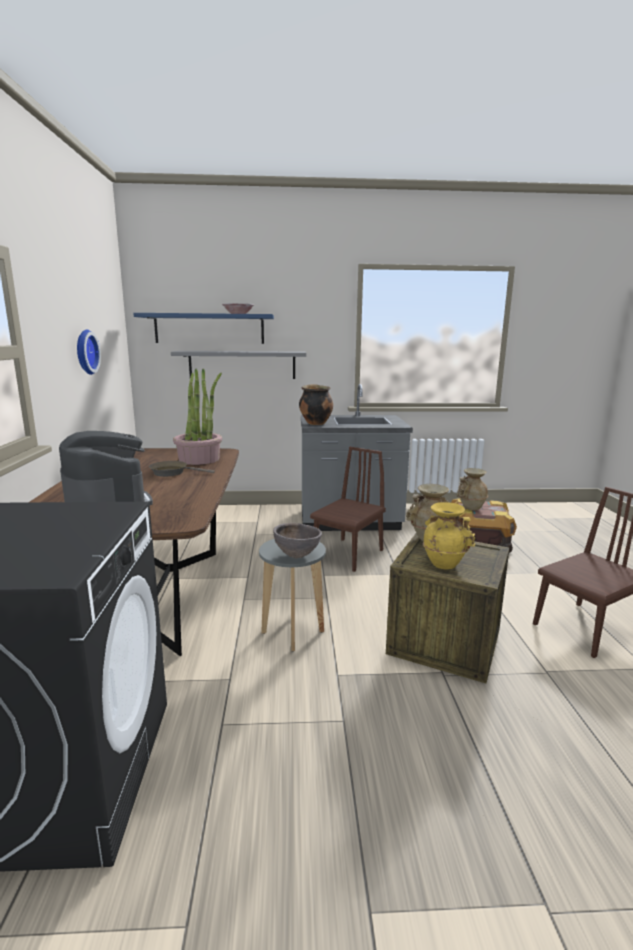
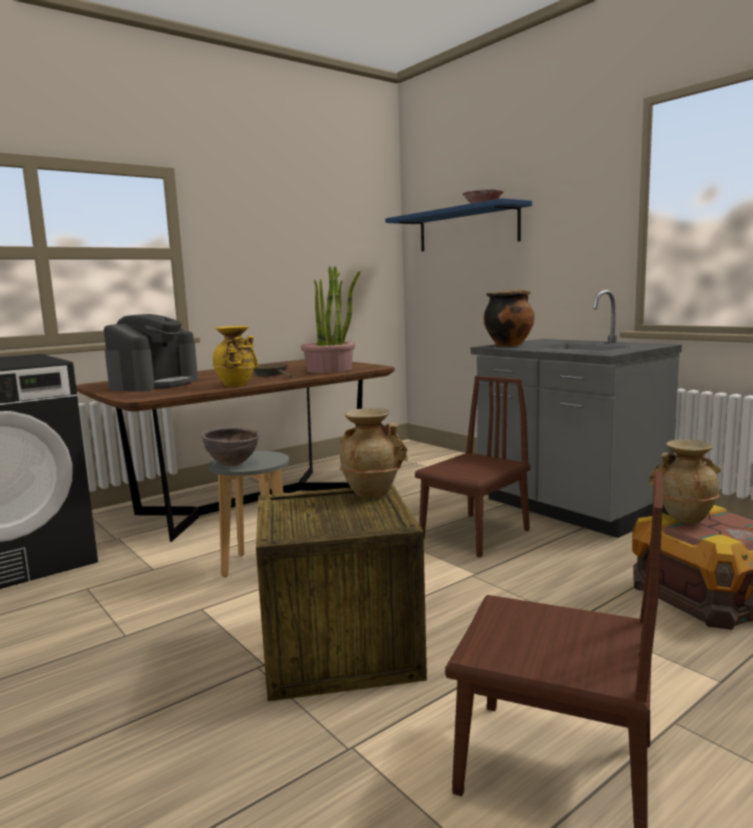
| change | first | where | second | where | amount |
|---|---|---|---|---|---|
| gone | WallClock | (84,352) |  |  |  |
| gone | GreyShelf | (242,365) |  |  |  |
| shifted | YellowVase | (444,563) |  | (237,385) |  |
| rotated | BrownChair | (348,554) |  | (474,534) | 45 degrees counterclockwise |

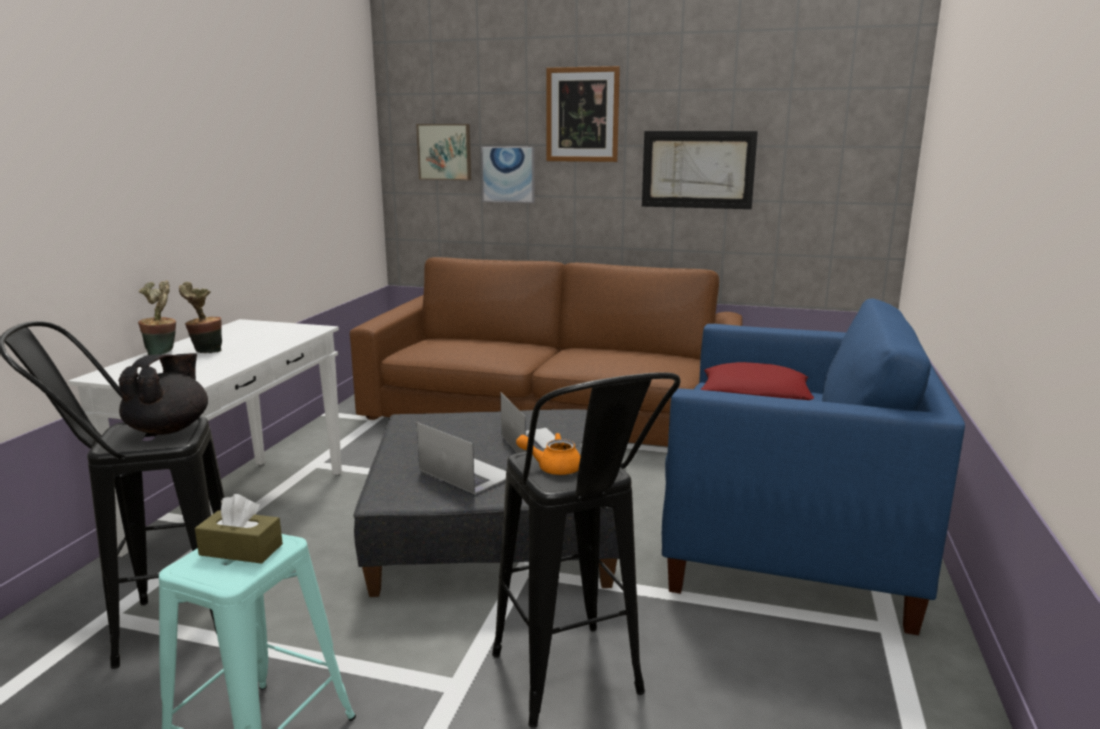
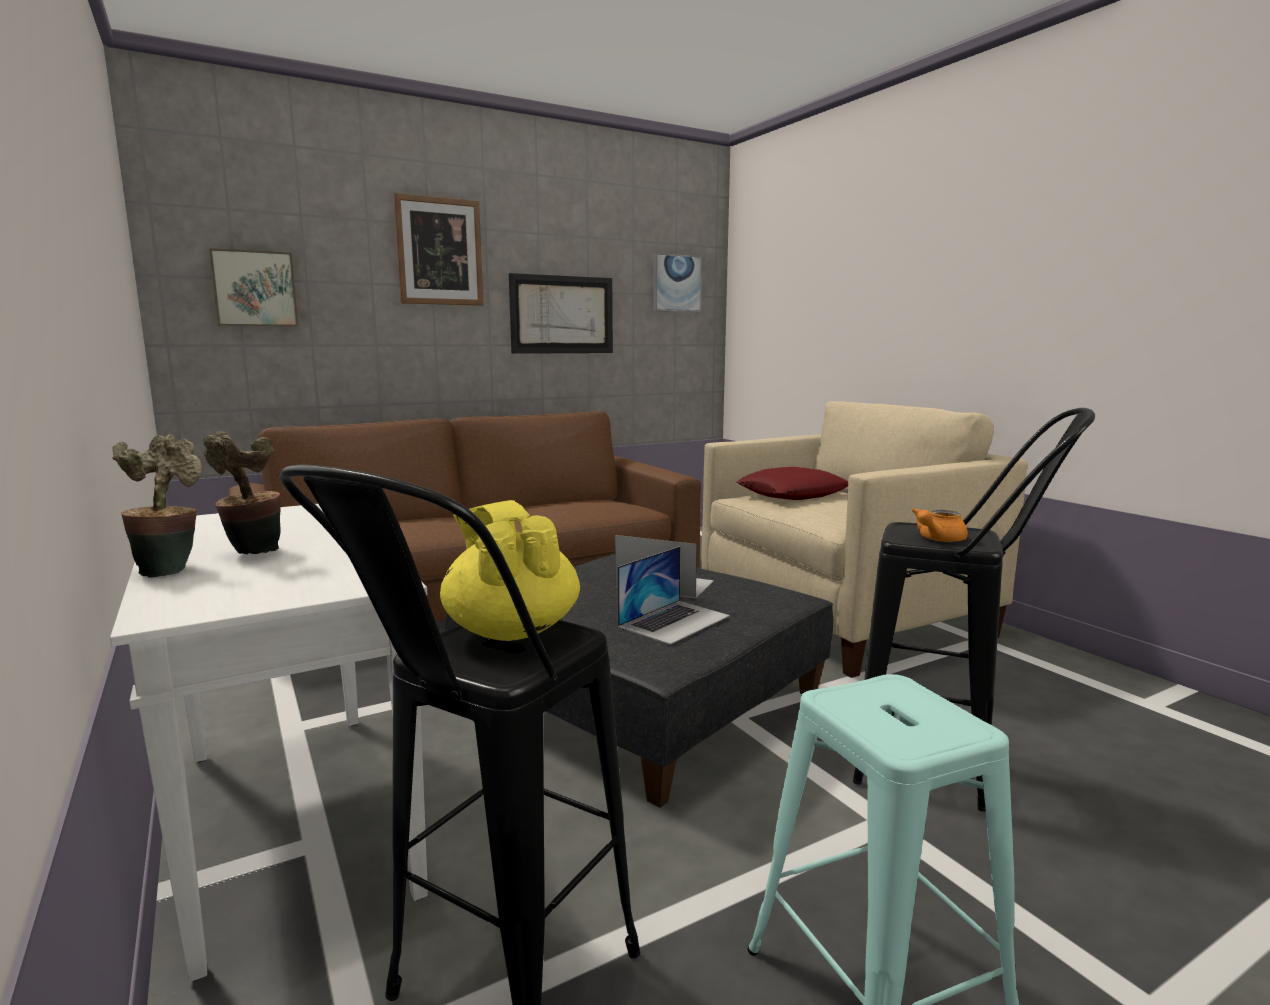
| change | first | where | second | where | amount |
|---|---|---|---|---|---|
| gone | BrownTissueBox | (241,550) |  |  |  |
| shifted | Picture | (508,174) |  | (676,283) |  |
| repainted | BlackTeapot | (169,429) | YellowTeapot | (511,630) |  |
| repainted | BlueArmchair | (787,543) | BeigeArmchair | (842,617) |  |
| rotated | Laptop | (465,472) |  | (674,621) | 135 degrees clockwise |

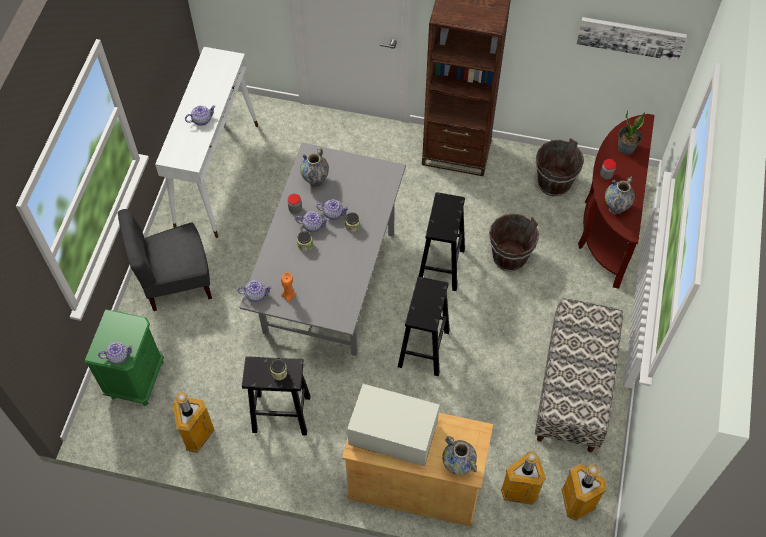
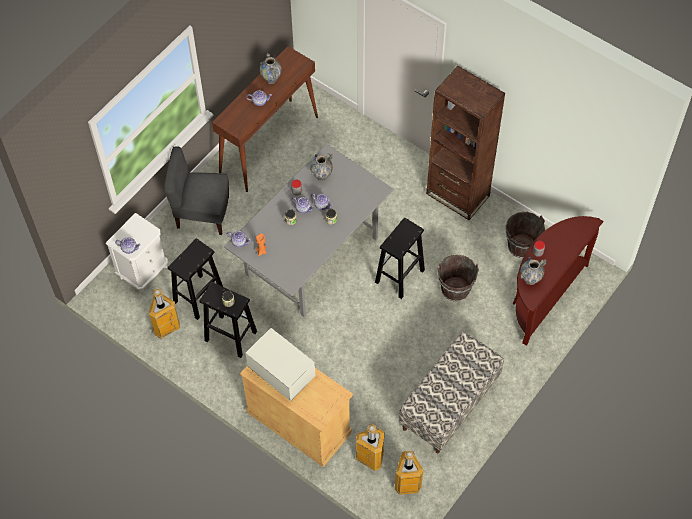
| change | first | where | second | where | amount |
|---|---|---|---|---|---|
| gone | Picture | (630,37) |  |  |  |
| gone | PottedPlant | (626,148) |  |  |  |
| shifted | BlackStool | (423,349) |  | (198,297) |  |
| shifted | Vase | (458,466) |  | (271,79) |  |
| repainted | GreenNightstand | (136,378) | WhiteNightstand | (143,271) |  |
| repainted | WhiteConsoleTable | (217,175) | BrownConsoleTable | (269,144) |  |

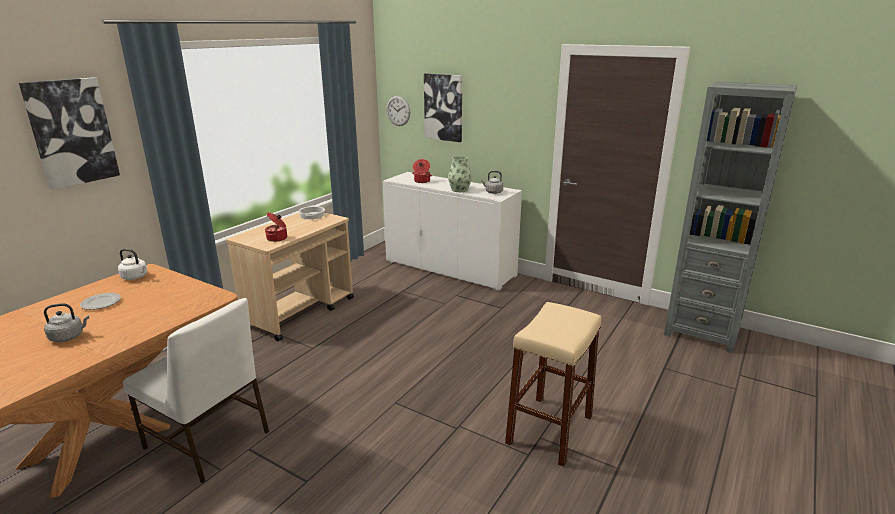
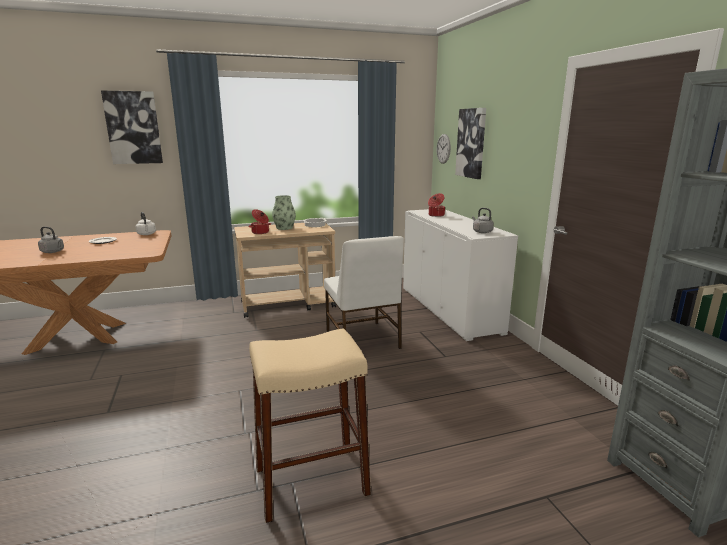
| change | first | where | second | where | amount |
|---|---|---|---|---|---|
| shifted | WhiteChair | (208,441) |  | (362,340) |  |
| shifted | Vase | (459,190) |  | (284,228) |  |

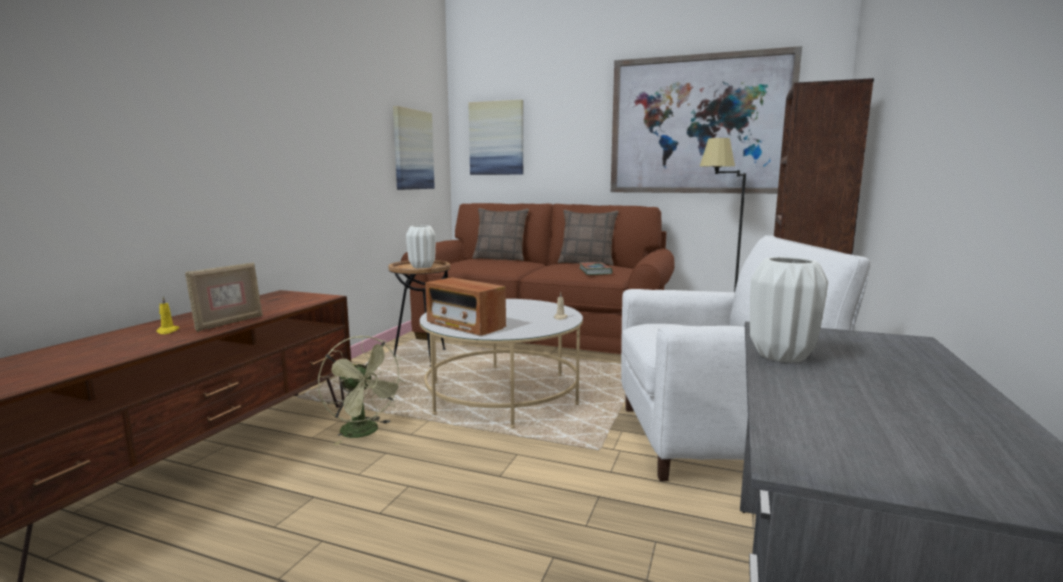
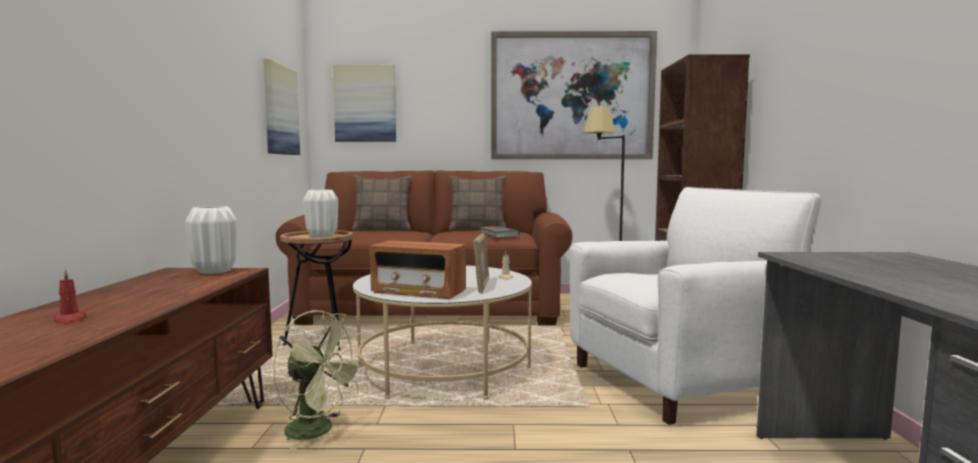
| change | first | where | second | where | amount |
|---|---|---|---|---|---|
| shifted | PictureFrame | (229,323) |  | (481,286) |  |
| shifted | WhiteVase | (782,356) |  | (215,271) |  |
| repainted | YellowCandle | (167,331) | RedCandle | (70,320) |  |

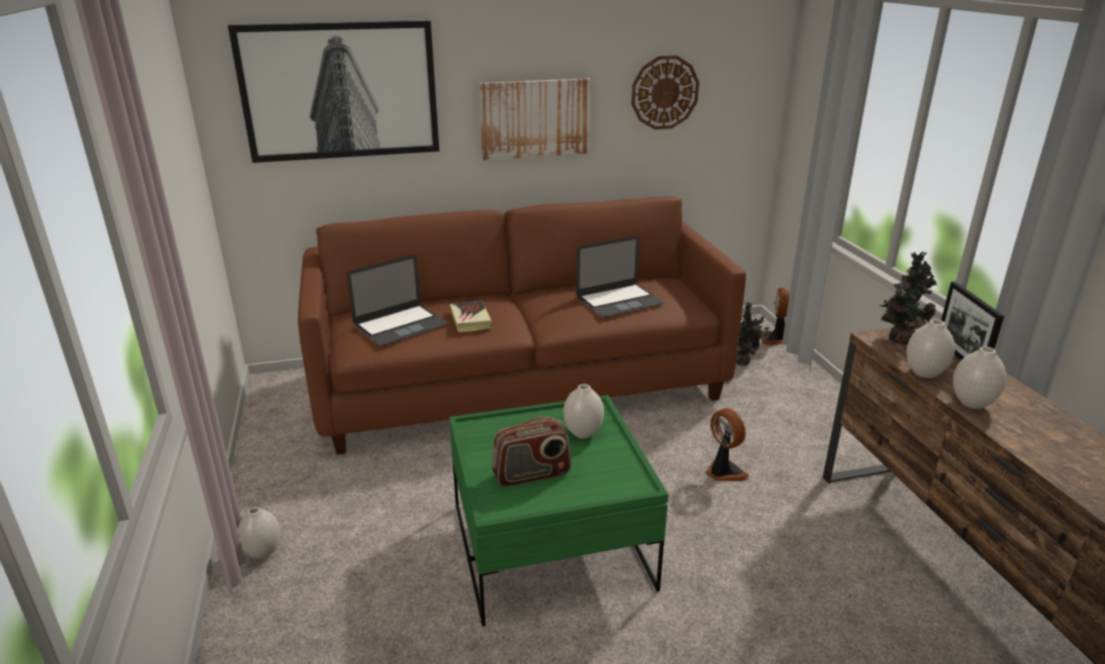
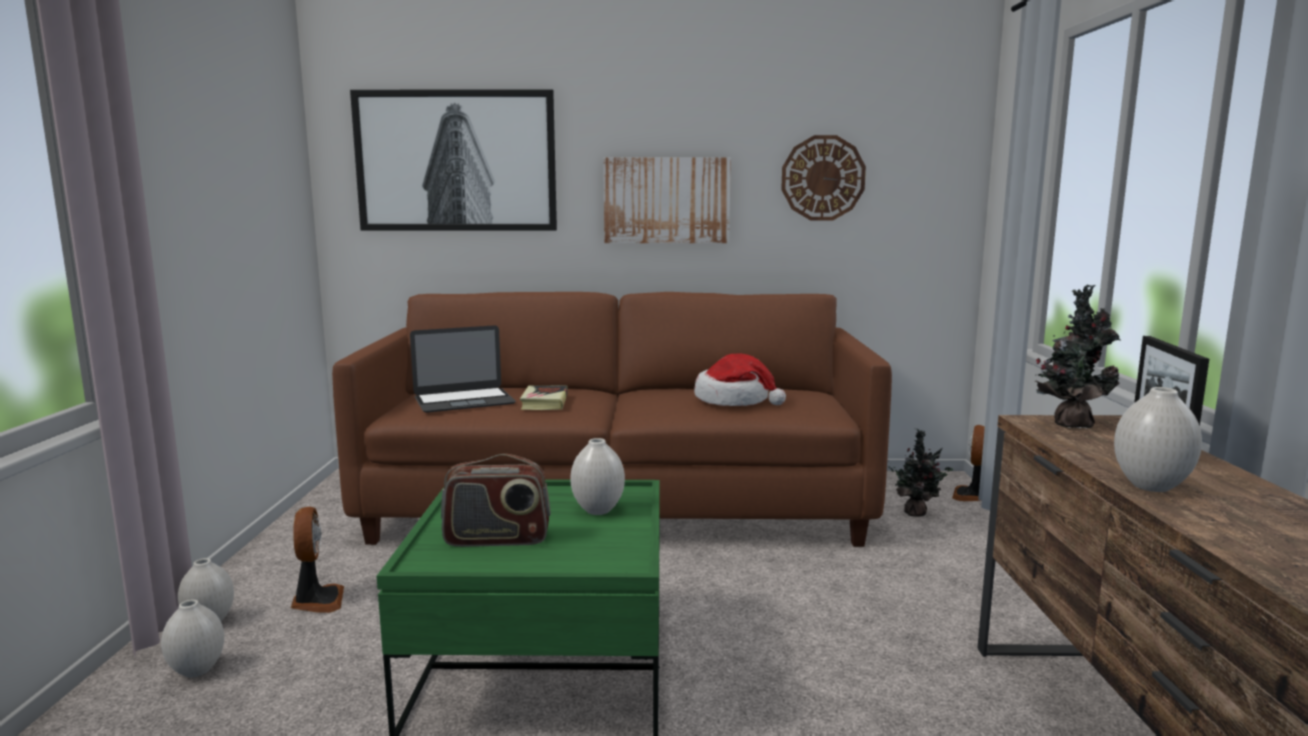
| change | first | where | second | where | amount |
|---|---|---|---|---|---|
| shifted | Fan | (723,472) |  | (317,601) |  |
| shifted | WhiteVase | (924,374) |  | (196,671) |  |
| swapped | Laptop | (619,300) | Hat | (734,400) |  |

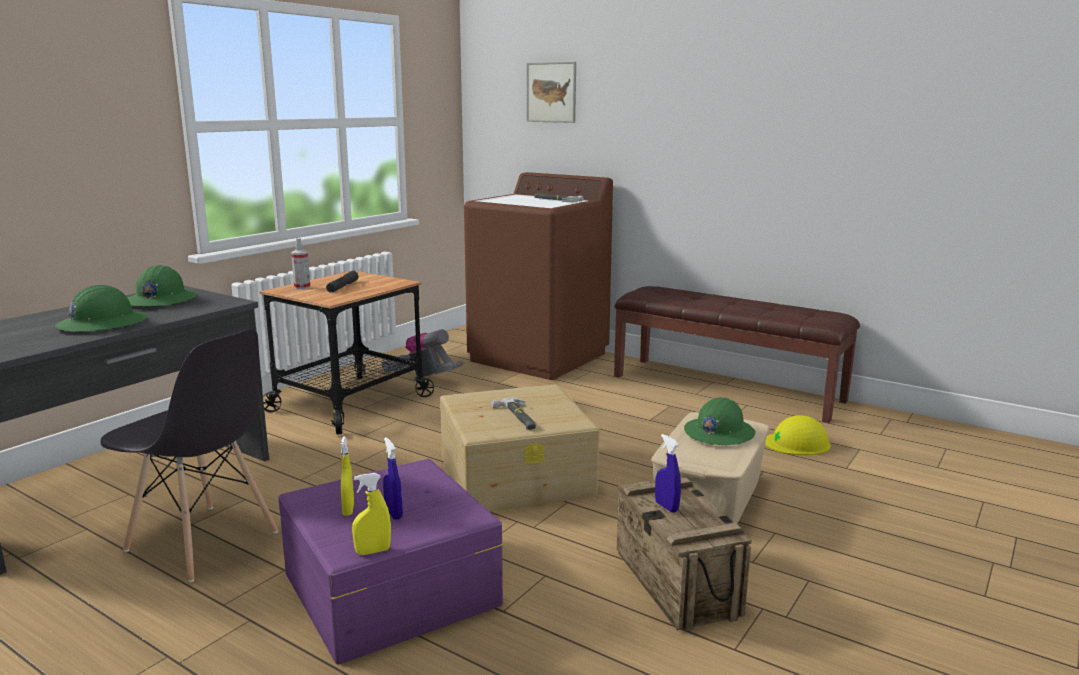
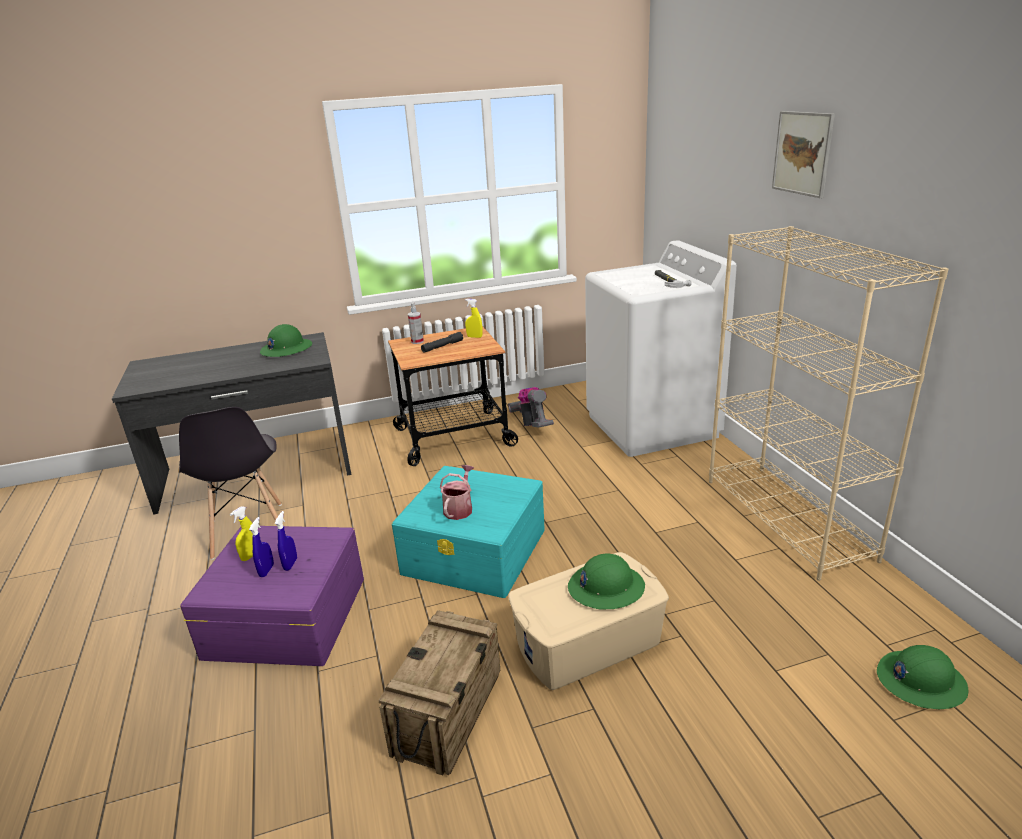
| change | first | where | second | where | amount |
|---|---|---|---|---|---|
| gone | YellowHardHat | (797,443) |  |  |  |
| shifted | GreenHardHat | (102,324) |  | (920,681) |  |
| shifted | YellowSprayBottle | (373,551) |  | (474,337) |  |
| shifted | Picture | (551,92) |  | (802,153) |  |
| shifted | BlueSprayBottle | (666,507) |  | (290,564) |  |
| swapped | Hammer | (517,417) | WateringCan | (459,508) |  |
| swapped | BrownBench | (727,388) | BeigeBookcase | (788,518) |  |
| repainted | BeigeStorageBox | (517,475) | TurquoiseStorageBox | (475,551) |  |
| repainted | BrownWashingMachine | (539,357) | WhiteWashingMachine | (652,426) |  |

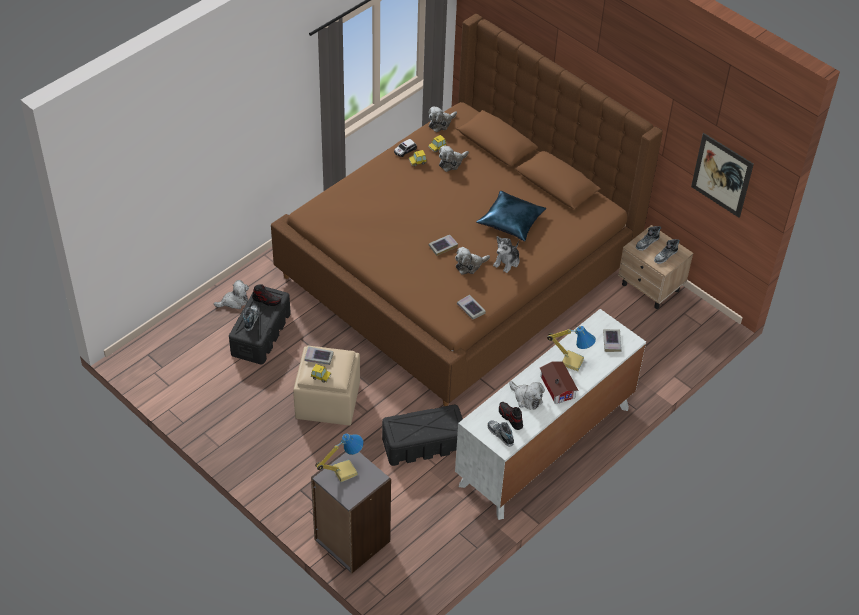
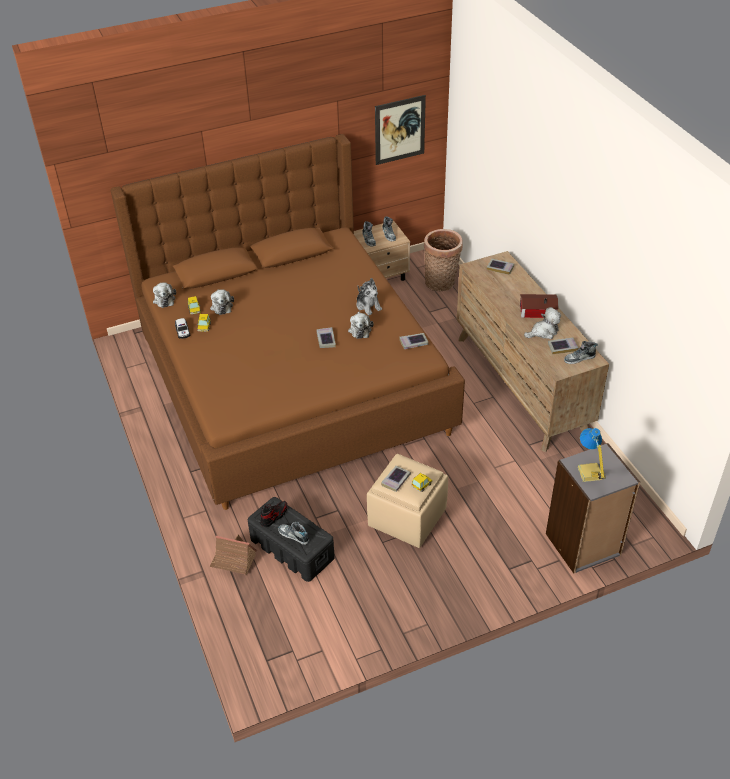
| change | first | where | second | where | amount |
|---|---|---|---|---|---|
| gone | BlackStorageBox | (423,444) |  |  |  |
| gone | BluePillow | (511,221) |  |  |  |
| gone | TableLamp | (572,361) |  |  |  |
| new |  |  | Basket | (441,283) |  |
| swapped | PlushToy | (234,301) | ToyHouse | (233,560) |  |
| swapped | Shoe | (510,418) | Book | (562,347) |  |
| repainted | WhiteDresser | (545,446) | BrownDresser | (521,385) |  |

